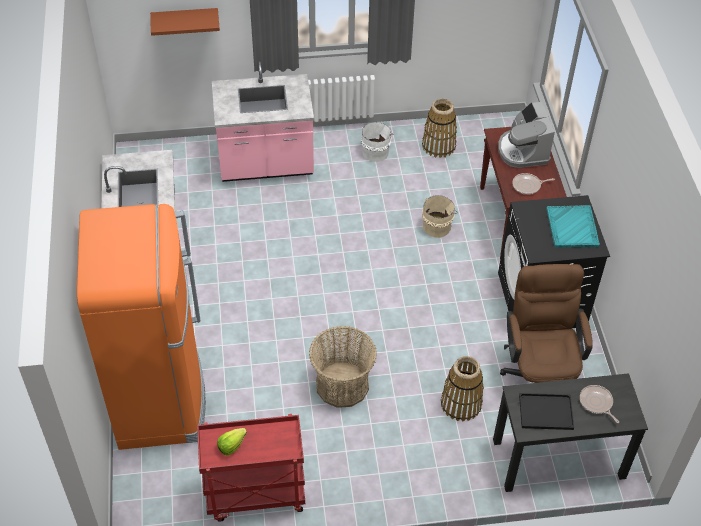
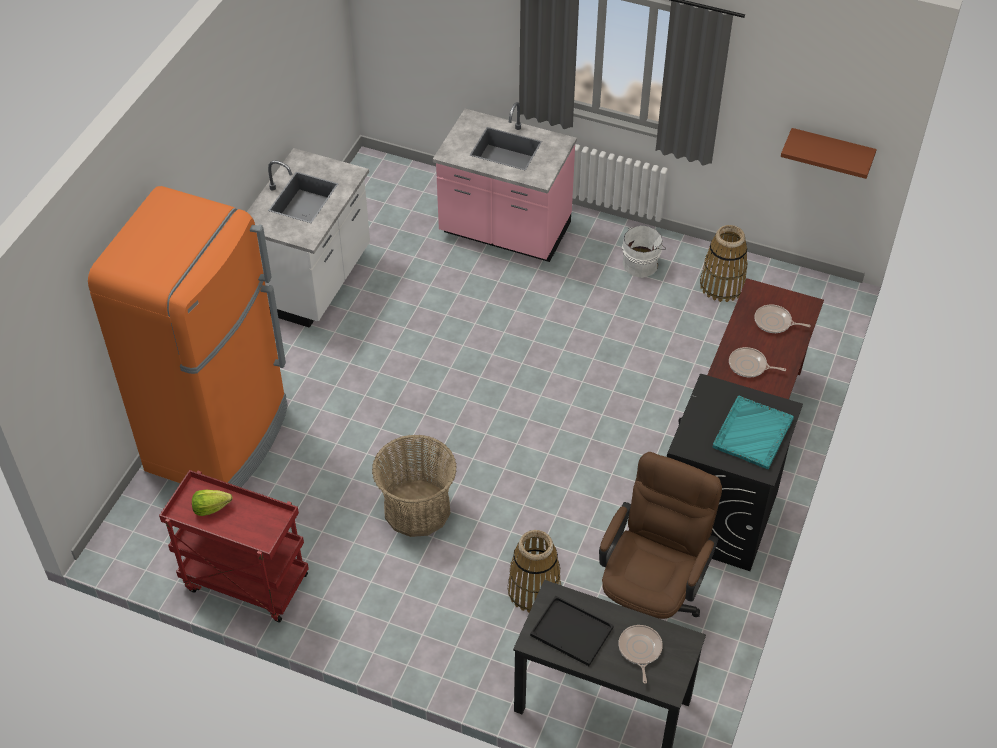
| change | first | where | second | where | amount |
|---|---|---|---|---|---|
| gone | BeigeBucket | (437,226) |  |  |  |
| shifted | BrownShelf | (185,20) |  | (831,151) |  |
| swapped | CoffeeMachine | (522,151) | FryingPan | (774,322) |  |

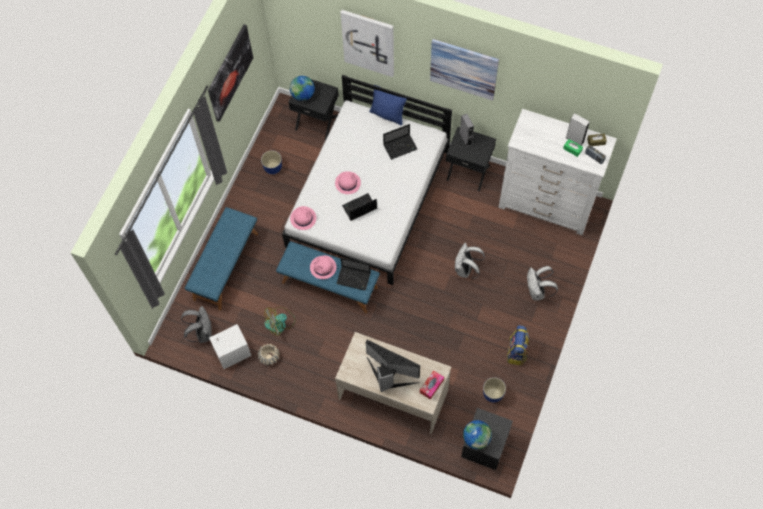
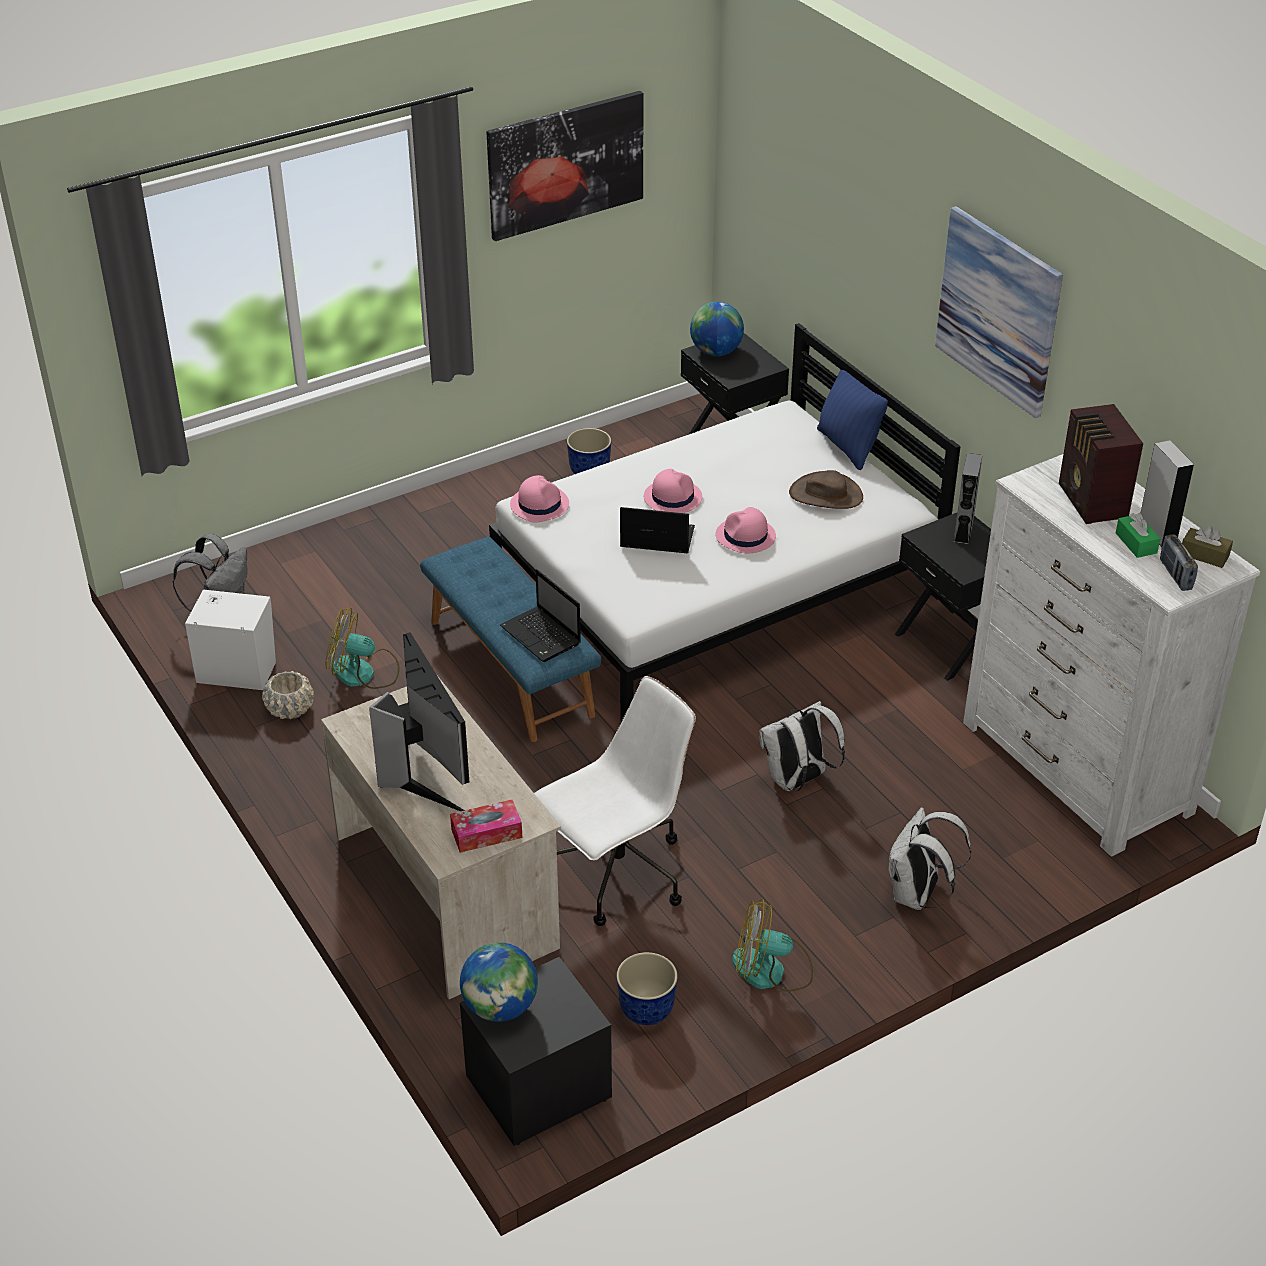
| change | first | where | second | where | amount |
|---|---|---|---|---|---|
| gone | BlueBench | (225,266) |  |  |  |
| gone | Picture | (368,42) |  |  |  |
| new |  |  | WhiteOfficeChair | (616,876) |  |
| new |  |  | Radio | (1092,502) |  |
| shifted | PinkHat | (323,267) |  | (745,536) |  |
| swapped | Laptop | (400,146) | BrownHat | (826,495) |  |
| swapped | Backpack | (517,352) | Fan | (771,970) |  |

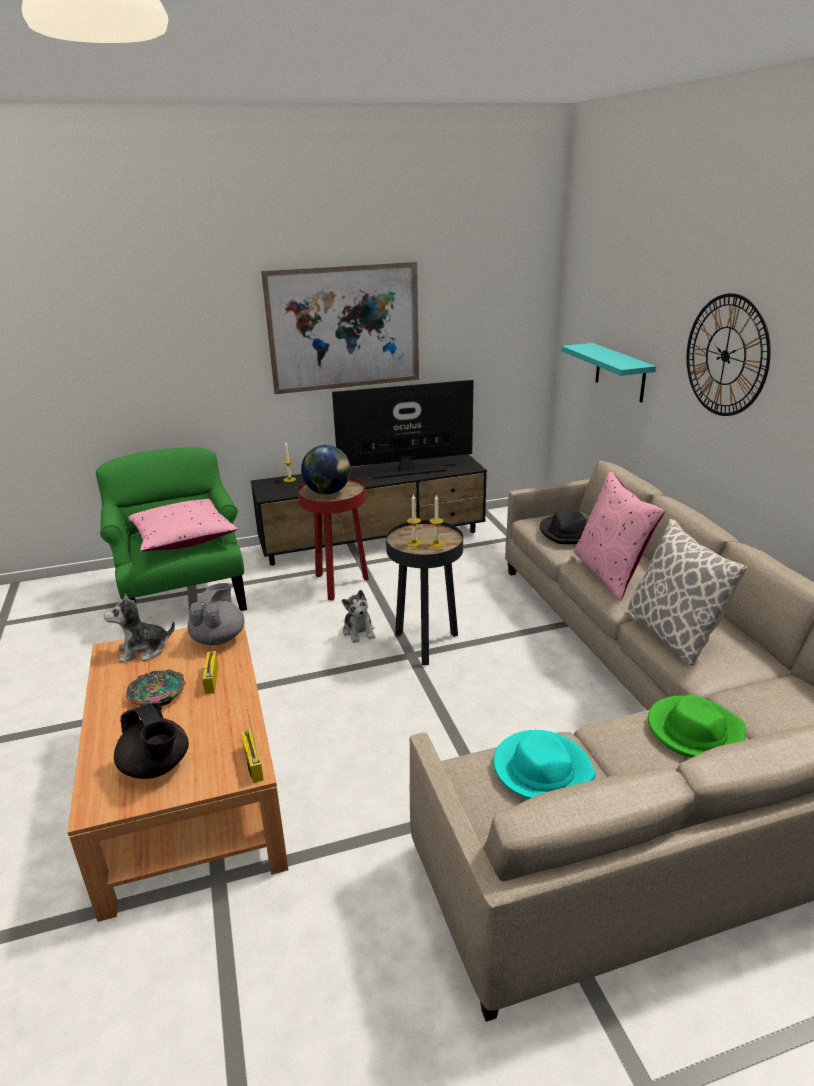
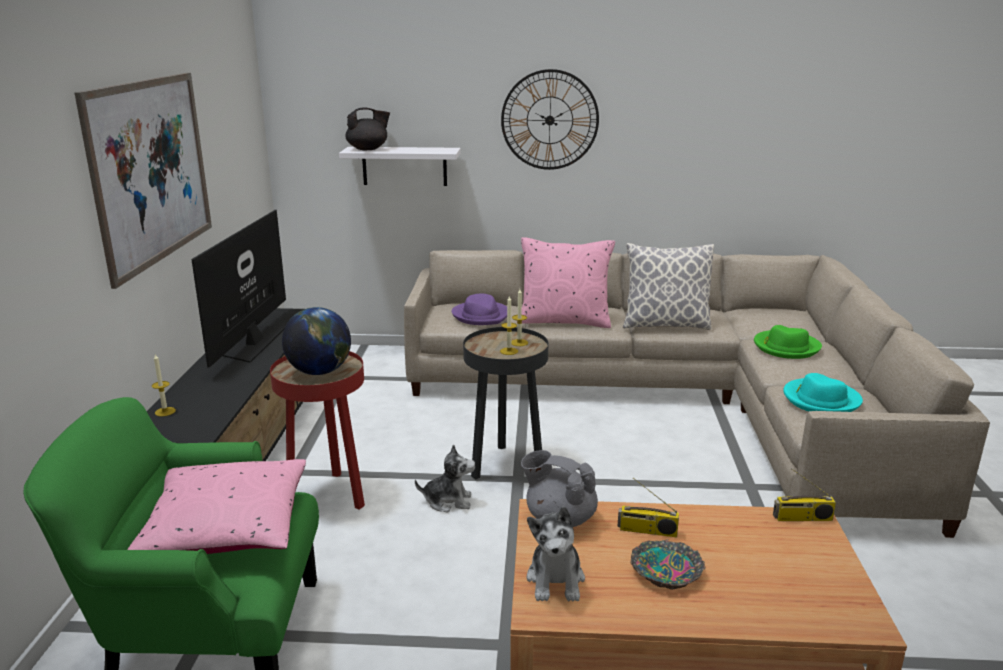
| change | first | where | second | where | amount |
|---|---|---|---|---|---|
| shifted | BlackTeapot | (156,767) |  | (368,149) |  |
| repainted | BlackHat | (569,532) | PurpleHat | (481,316) |  |
| repainted | TurquoiseShelf | (620,372) | WhiteShelf | (404,166) |  |

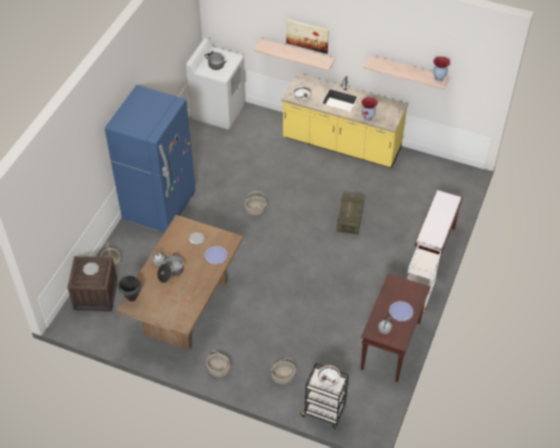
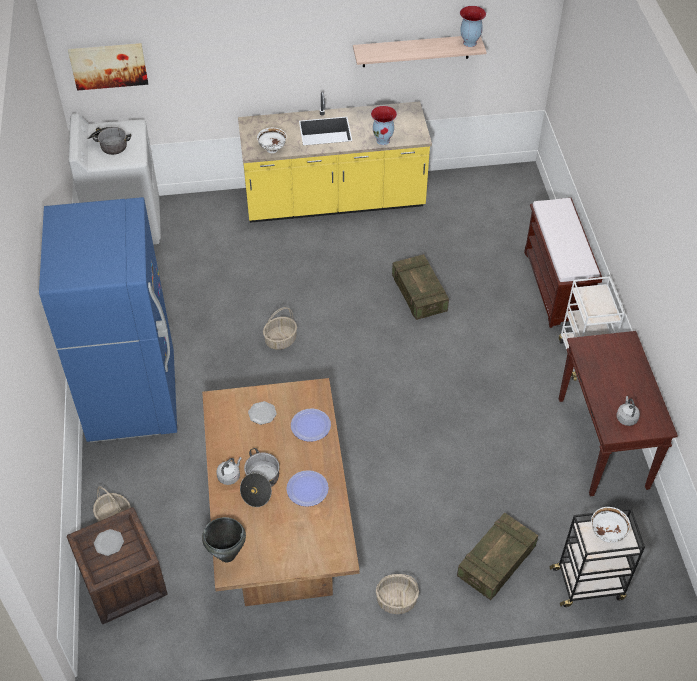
| change | first | where | second | where | amount |
|---|---|---|---|---|---|
| gone | Shelf | (297,54) |  |  |  |
| shifted | Picture | (307,35) |  | (108,65) |  |
| shifted | Plate | (401,311) |  | (307,489) |  |
| swapped | Basket | (283,377) | Crate | (496,563) |  |

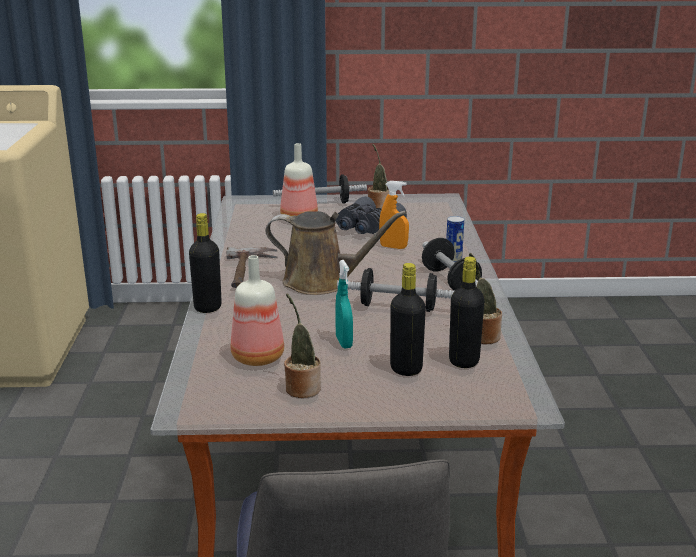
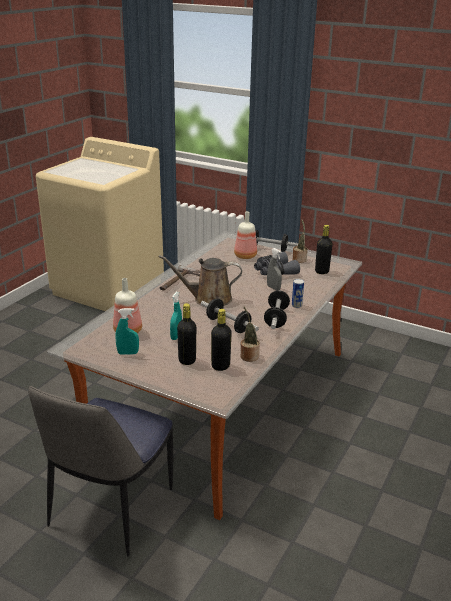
| change | first | where | second | where | amount |
|---|---|---|---|---|---|
| shifted | BlackBottle | (207,307) |  | (322,271) |  |
| swapped | PottedPlant | (301,388) | TurquoiseSprayBottle | (128,353) |  |
| repainted | OrangeSprayBottle | (393,247) | GreySprayBottle | (273,288) |  |
| rotated | BrownWateringCan | (322,282) |  | (208,299) | 135 degrees clockwise |

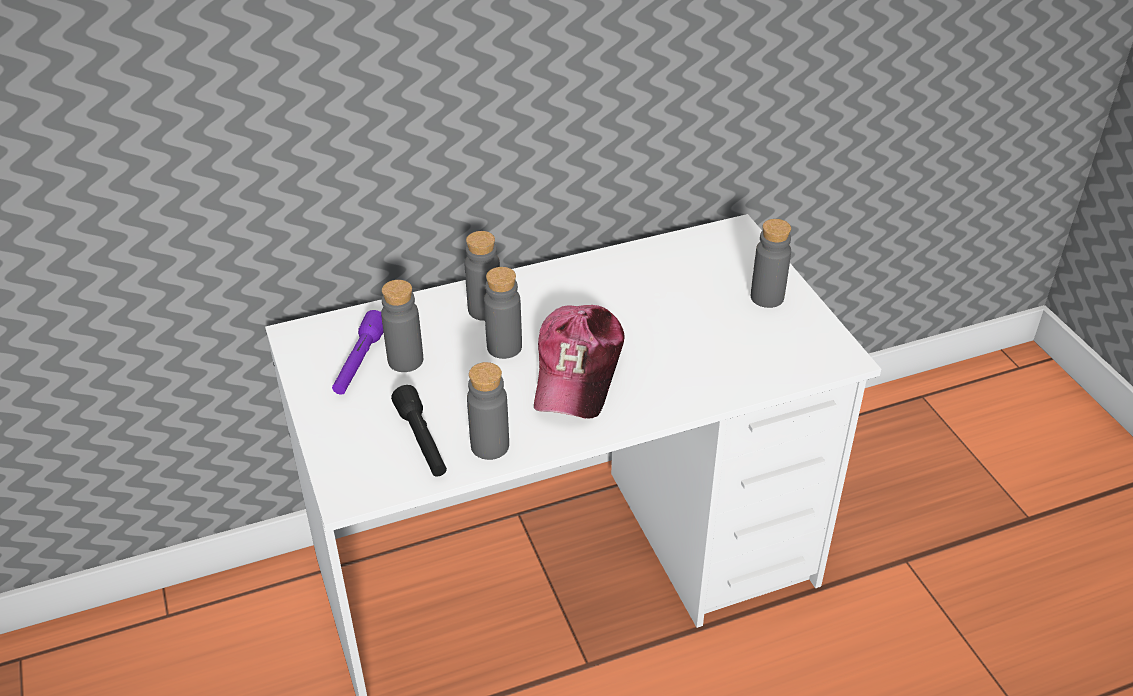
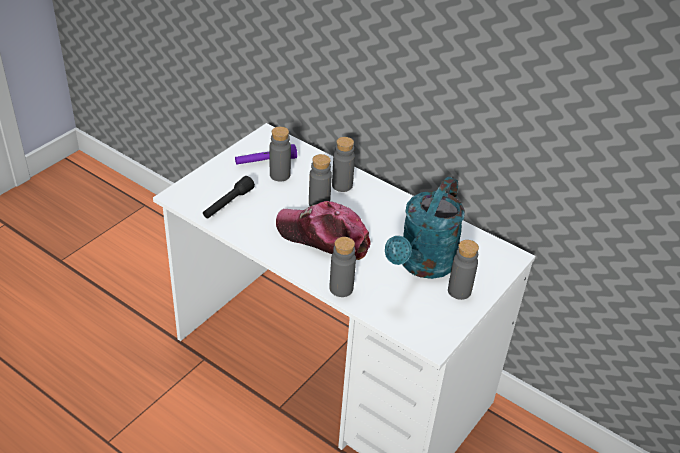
| change | first | where | second | where | amount |
|---|---|---|---|---|---|
| new |  |  | TurquoiseWateringCan | (423,265) |  |
| shifted | GreyBottle | (490,446) |  | (341,288) |  |
| rotated | Cap | (578,371) |  | (323,237) | 45 degrees clockwise |

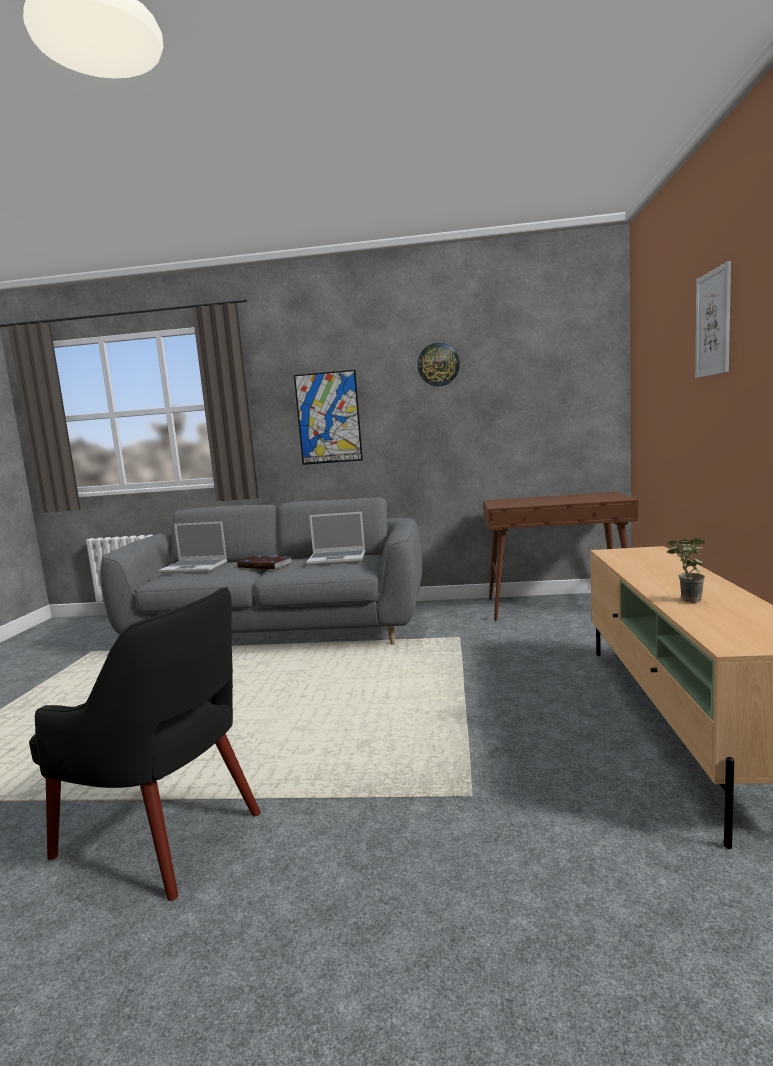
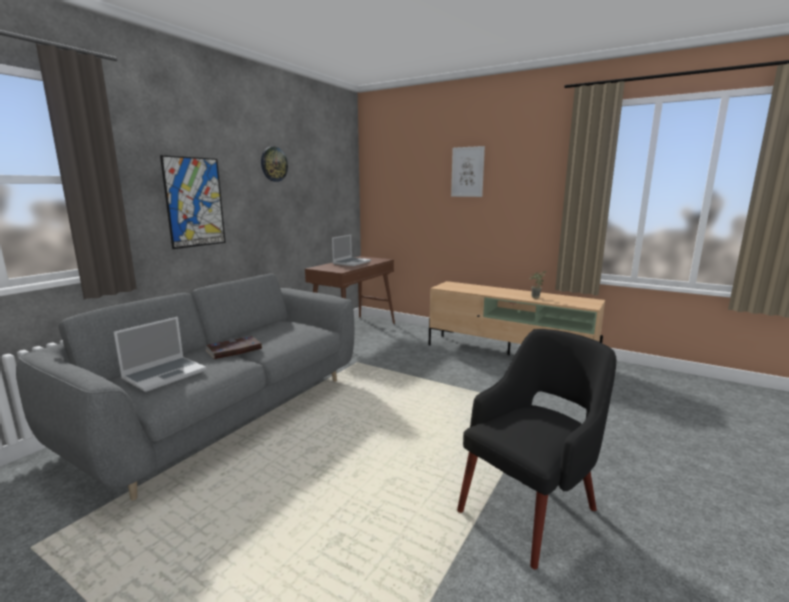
| change | first | where | second | where | amount |
|---|---|---|---|---|---|
| shifted | Laptop | (338,559) |  | (351,262) |  |

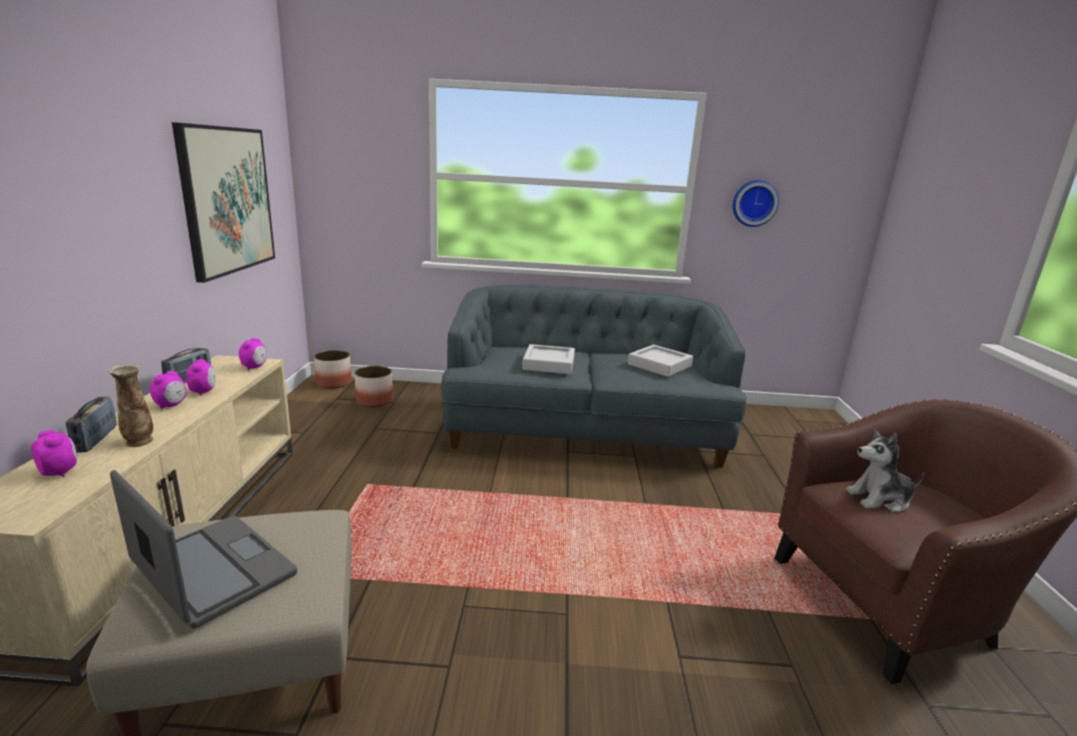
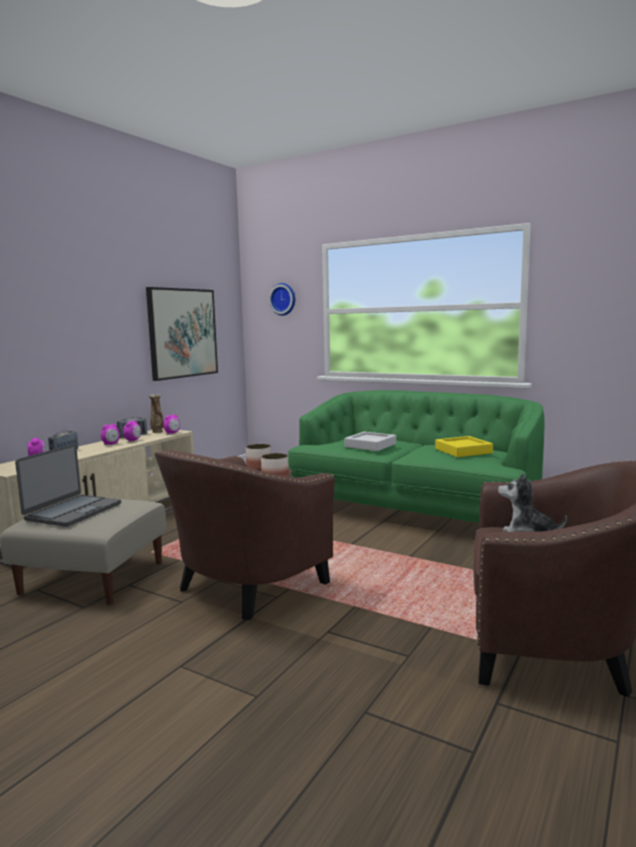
| change | first | where | second | where | amount |
|---|---|---|---|---|---|
| new |  |  | BrownArmchair | (244,587) |  |
| shifted | Vase | (139,442) |  | (157,432) |  |
| shifted | WallClock | (754,203) |  | (283,299) |  |
| repainted | GreySofa | (585,430) | GreenSofa | (415,510) |  |
| repainted | GreyTray | (659,365) | YellowTray | (463,451) |  |
| rotated | Laptop | (212,571) |  | (73,511) | 45 degrees clockwise |

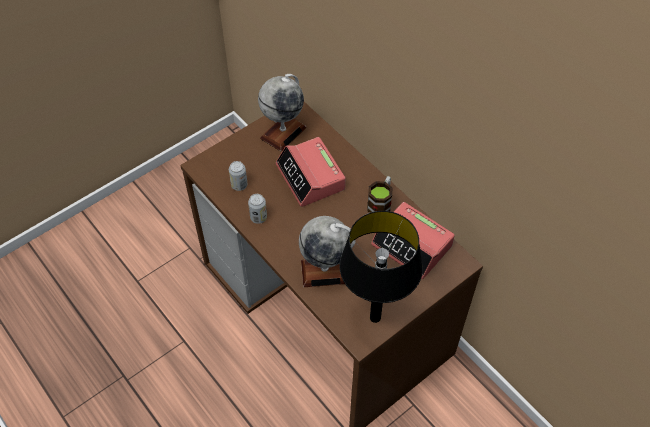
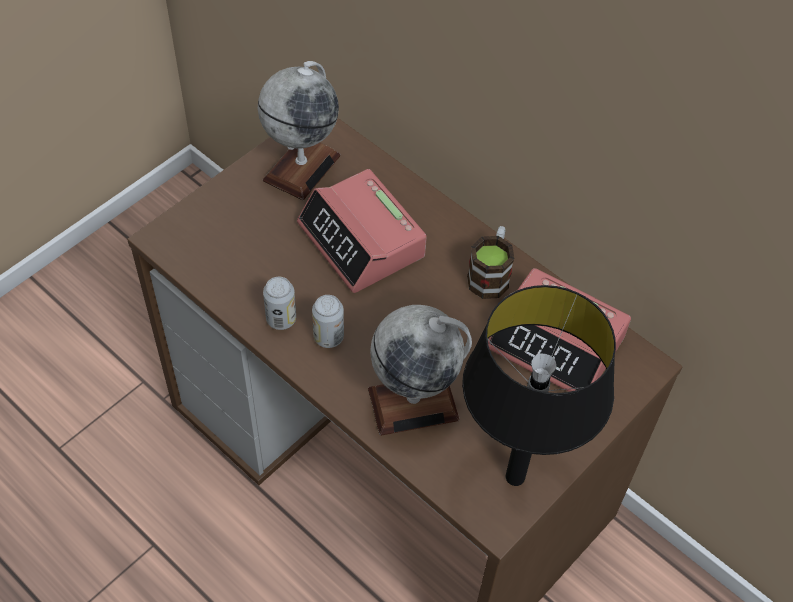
| change | first | where | second | where | amount |
|---|---|---|---|---|---|
| shifted | Can | (239,185) |  | (328,337) |  |

